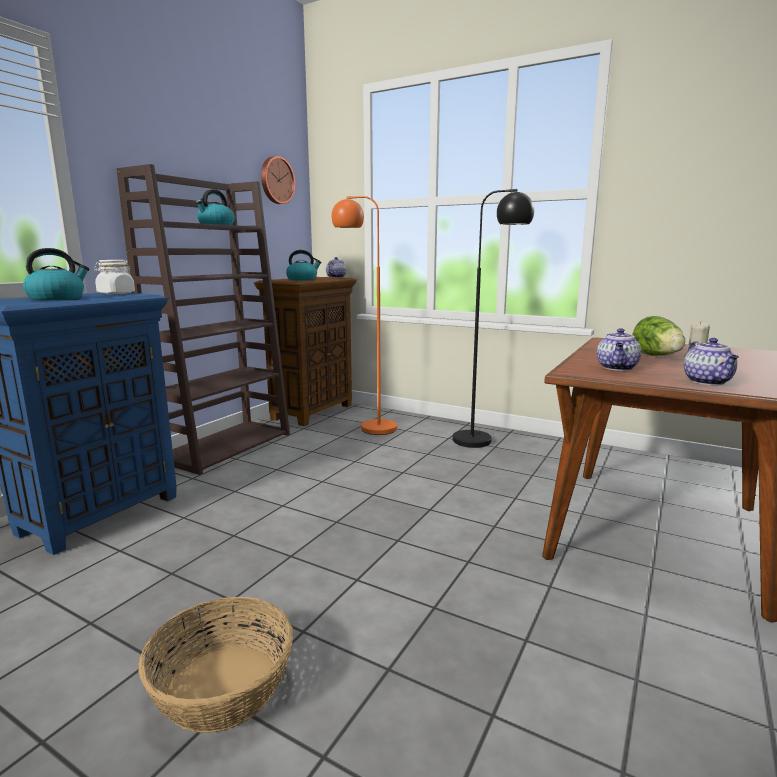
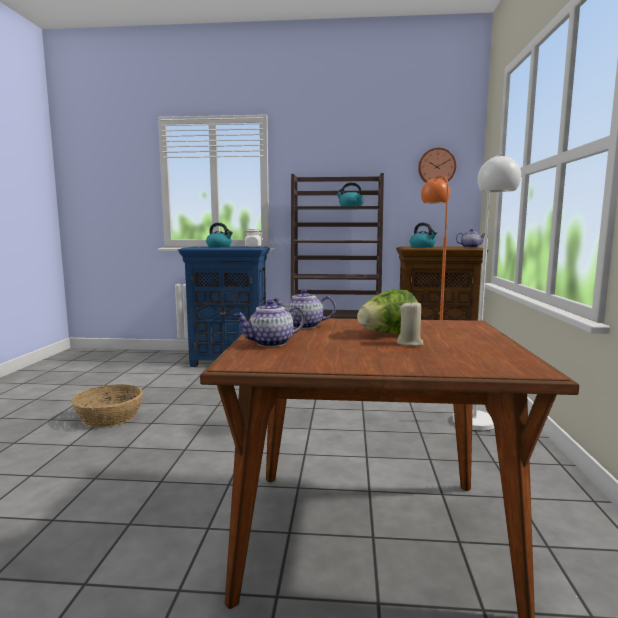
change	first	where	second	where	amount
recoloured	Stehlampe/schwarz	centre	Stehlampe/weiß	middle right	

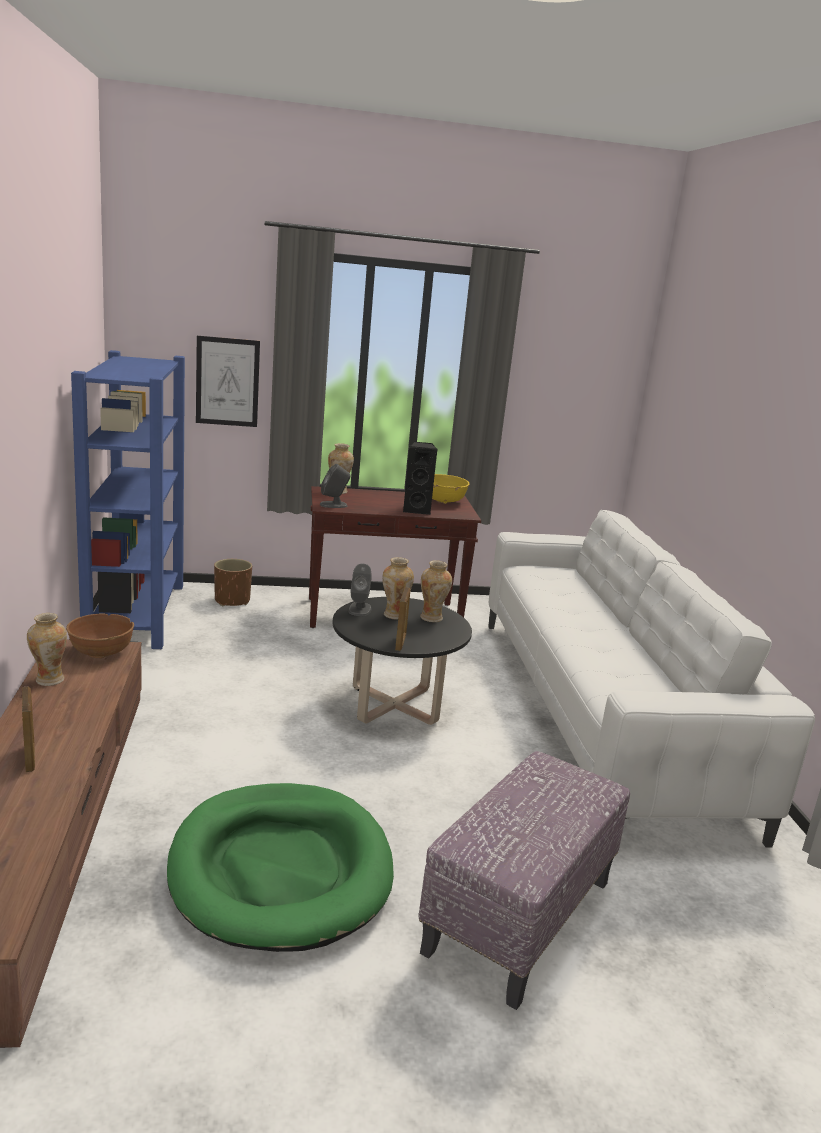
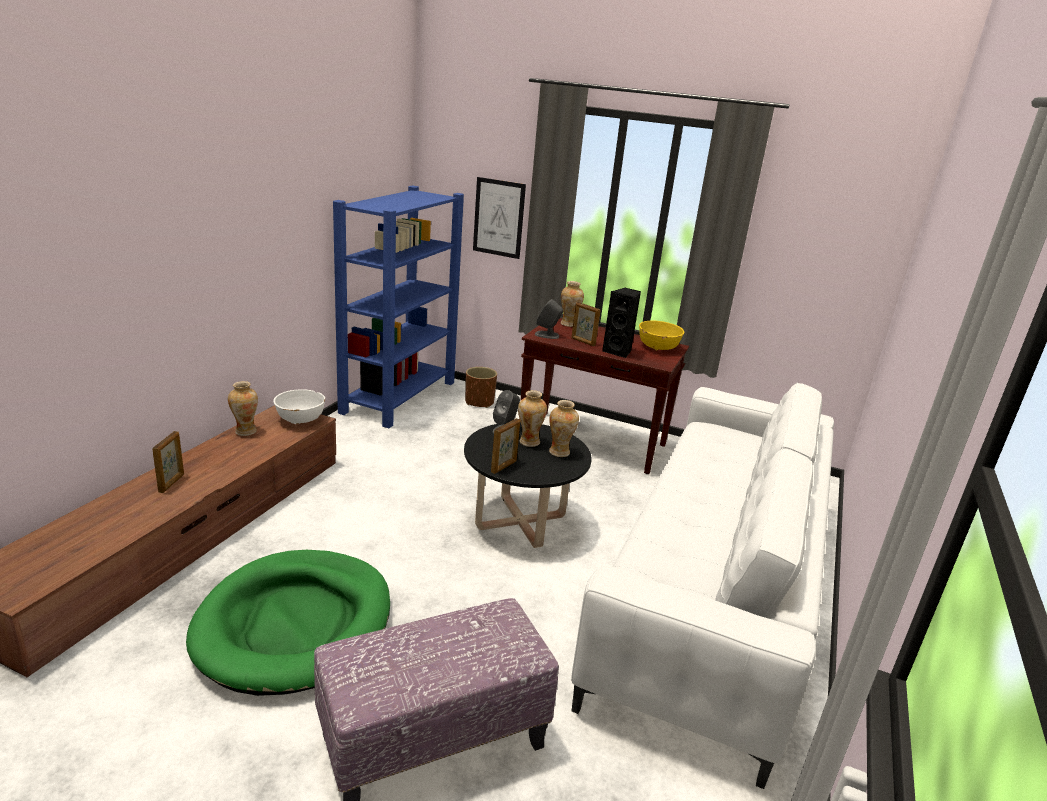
change	first	where	second	where	amount
recoloured	Schüssel/braun	middle left	Schüssel/weiß	middle left	
added			Bilderrahmen (3rd from left)	centre	

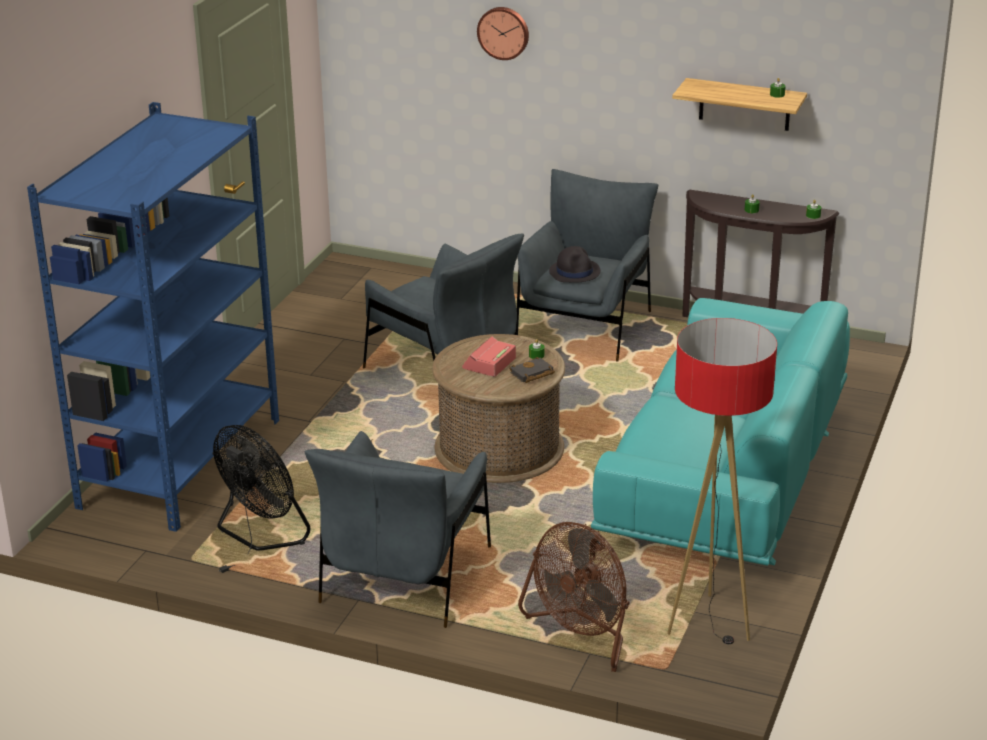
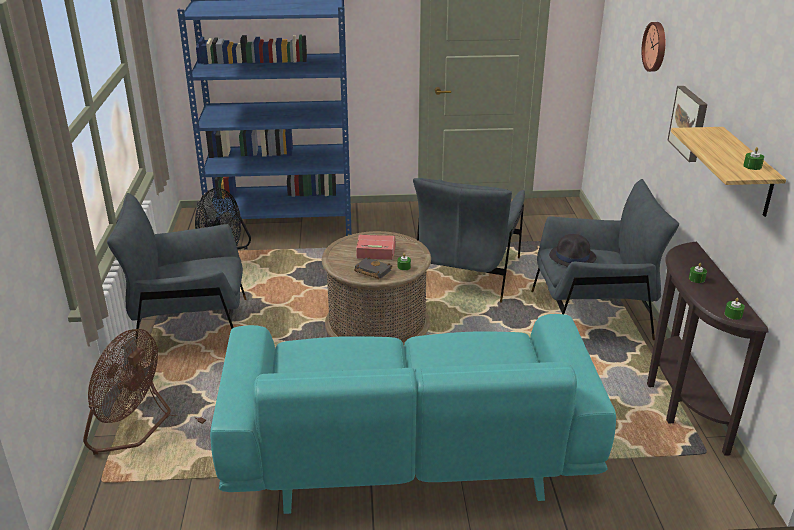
change	first	where	second	where	amount
added			Bild	top right	
removed	Stehlampe	middle right			

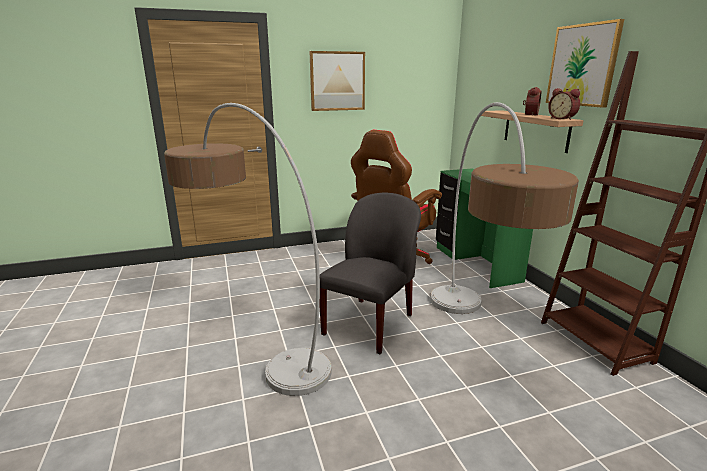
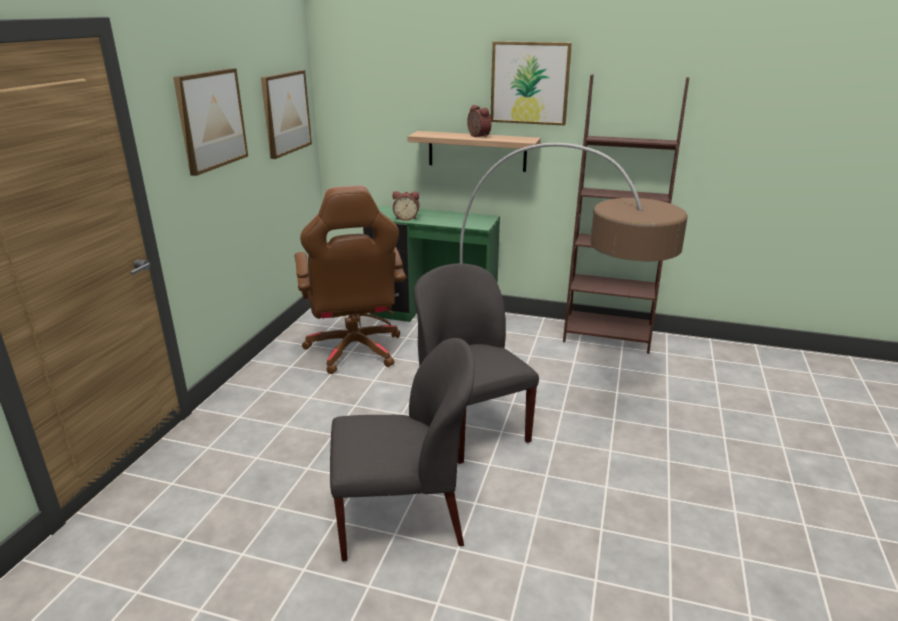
change	first	where	second	where	amount
added			Bild (2nd from left)	top left	
replaced	Stehlampe (1st from left)	centre	Stuhl/grau (1st from left)	bottom centre	
moved	Wecker (2nd from left in the first image)	top right	Wecker (1st from left)	top centre	

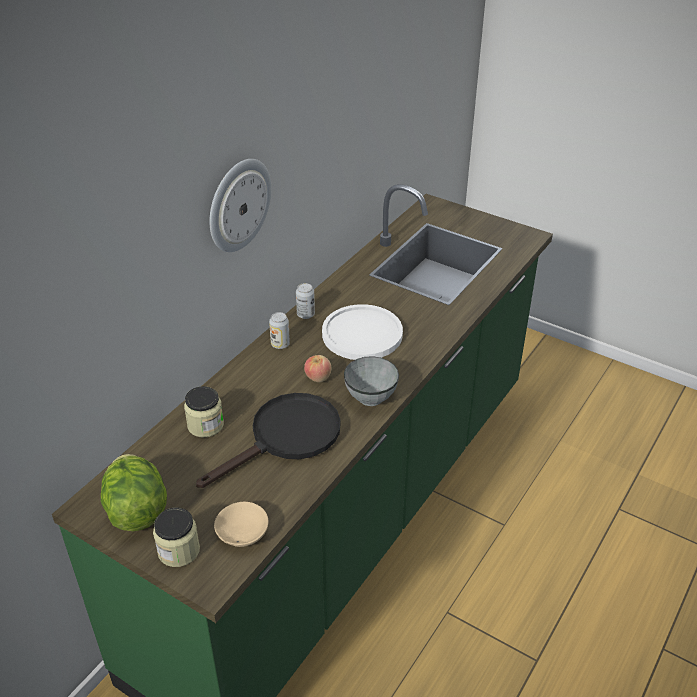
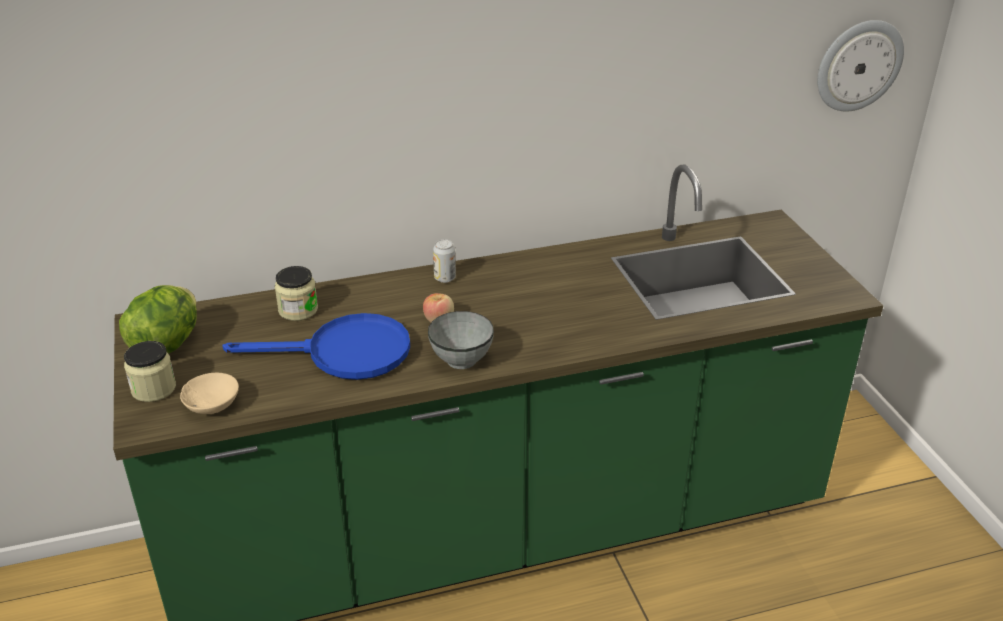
change	first	where	second	where	amount
recoloured	Pfanne/schwarz	centre	Pfanne/blau	middle left	
moved	Wanduhr	top centre		top right	
removed	Dose (2nd from left)	centre			
removed	Teller/weiß	centre			

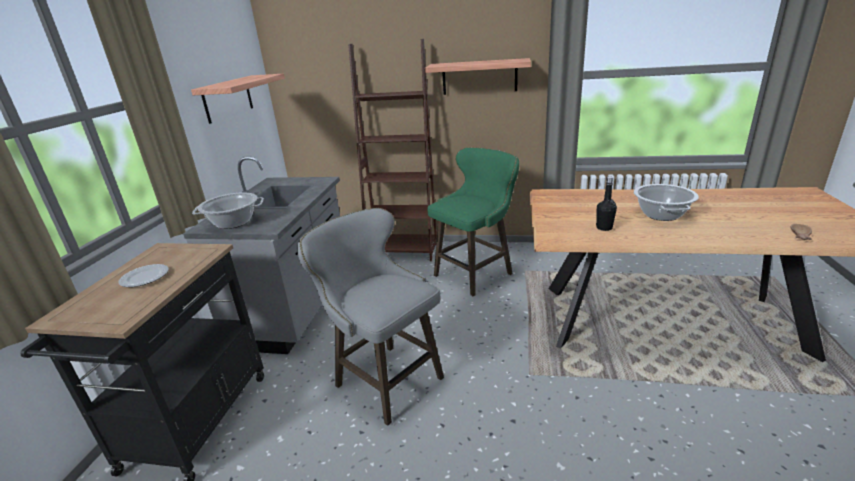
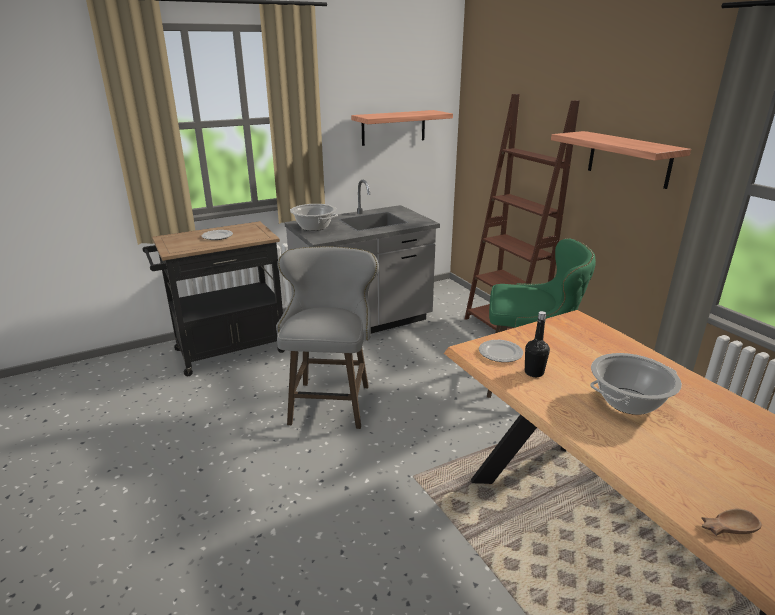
change	first	where	second	where	amount
added			Teller (2nd from left)	centre	

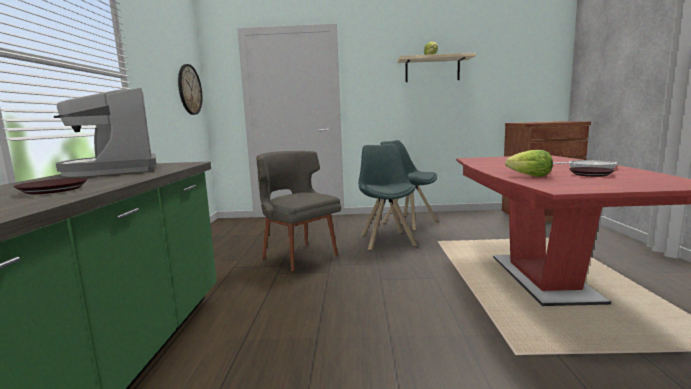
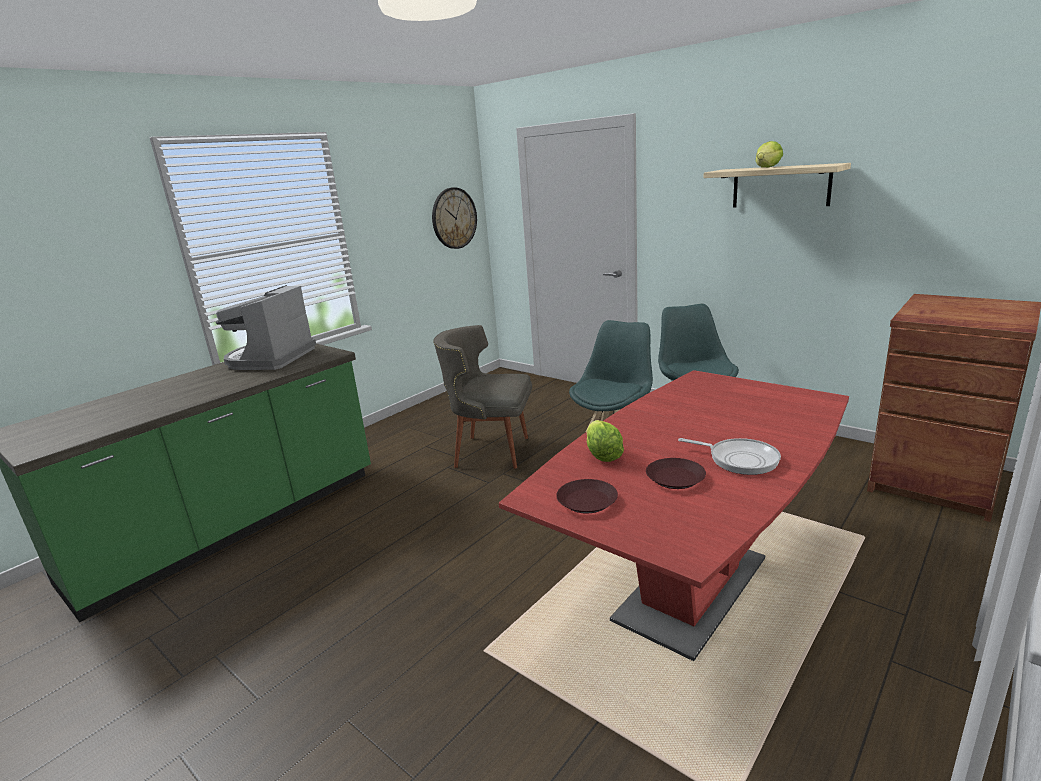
change	first	where	second	where	amount
turned	Stuhl/grau	centre		centre	75 degrees counterclockwise
moved	Teller/braun (1st from left)	middle left		centre	

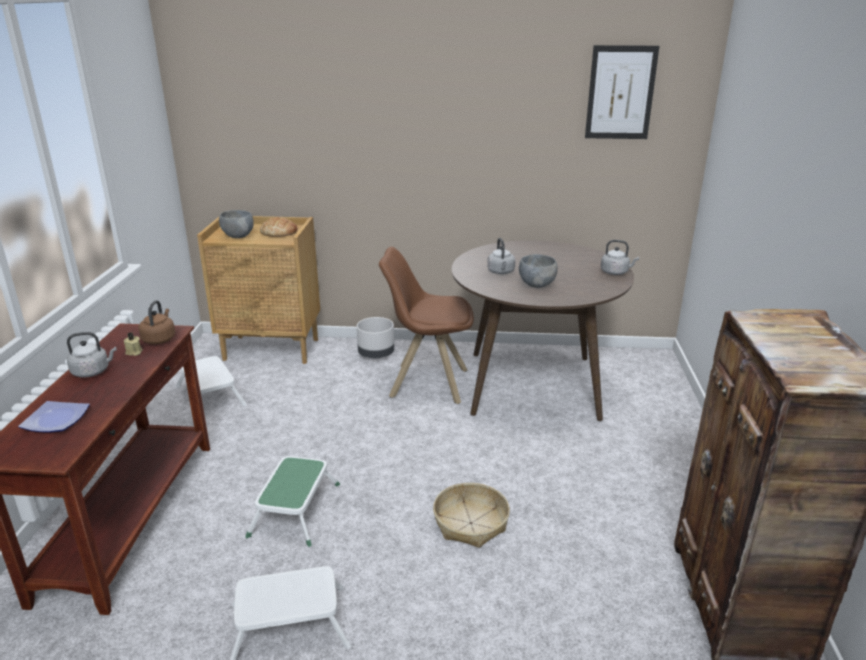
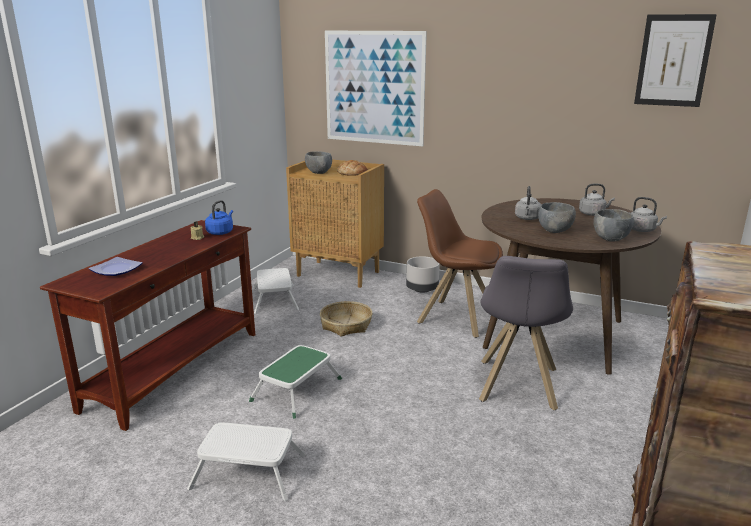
change	first	where	second	where	amount
recoloured	Wasserkessel/braun	middle left	Wasserkessel/blau	middle left	
moved	Korb	bottom centre		centre	
added			Bild (1st from left)	top centre	
added			Stuhl/grau	middle right	
moved	Wasserkessel/grau (1st from left in the first image)	middle left	Wasserkessel/grau (2nd from left)	middle right	
added			Schüssel/grau (3rd from left)	middle right	

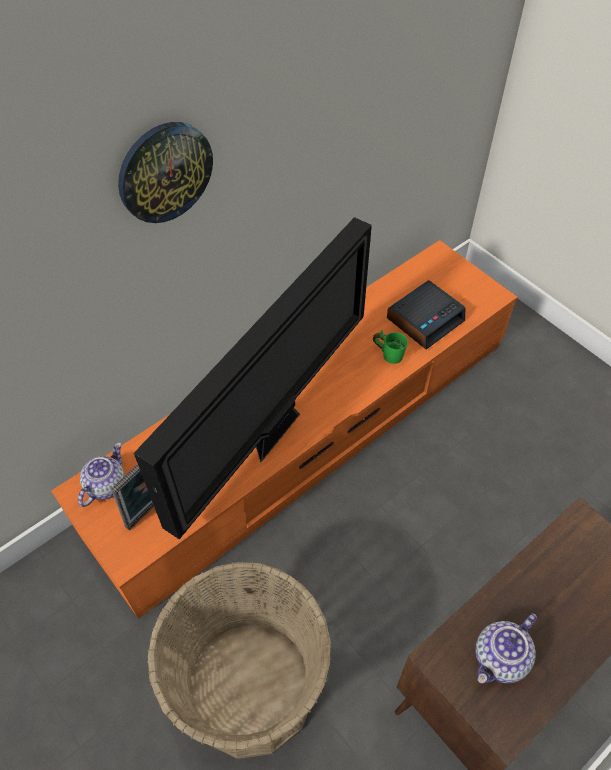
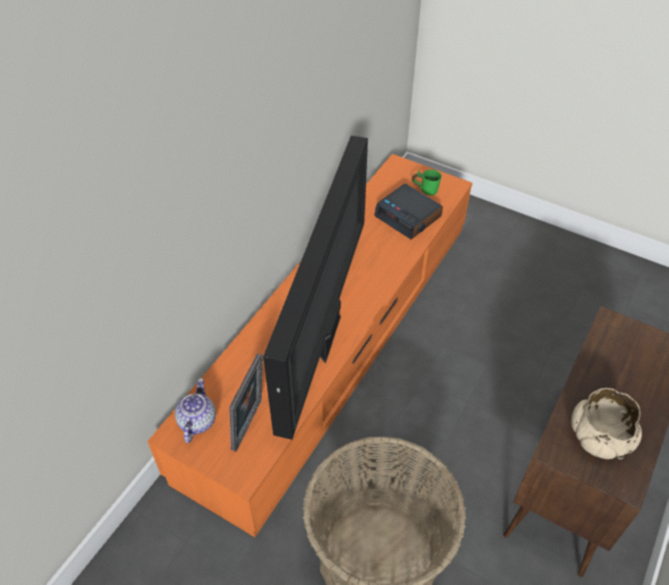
change	first	where	second	where	amount
turned	Wecker	middle right		centre	105 degrees clockwise
moved	Henkelbecher/grün	centre		top centre	
replaced	Teekanne (2nd from left)	bottom right	Schüssel/beige	bottom right	
removed	Wanduhr	top left			

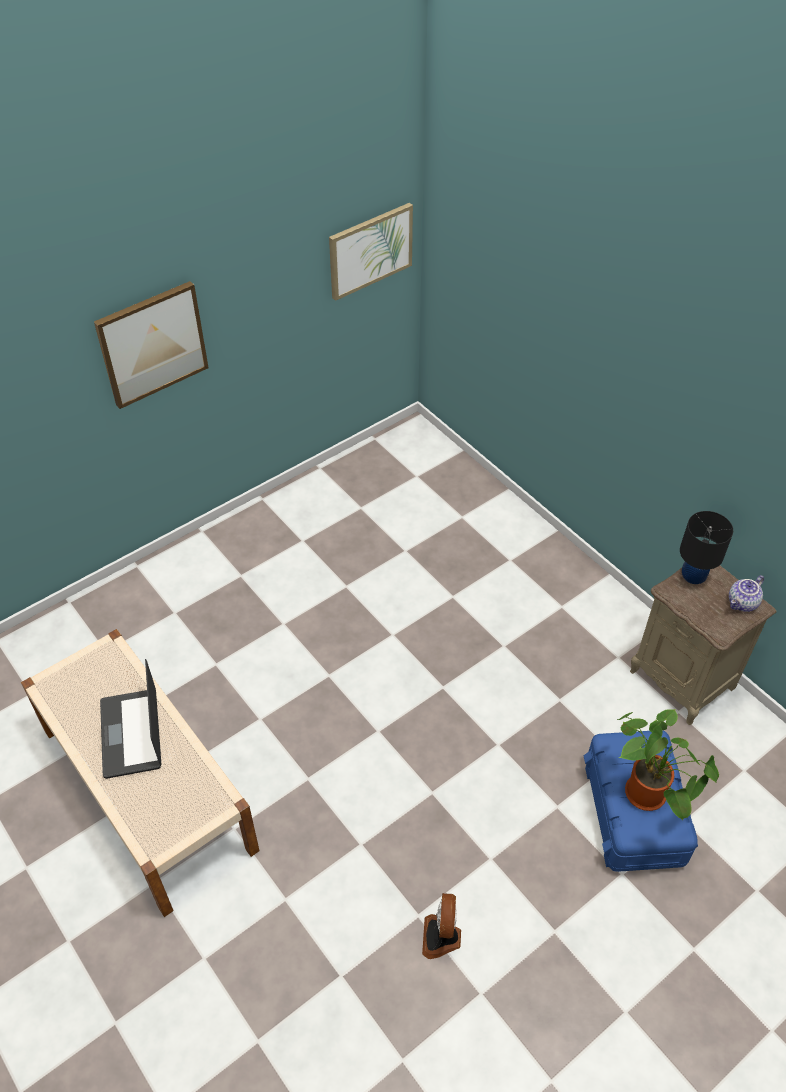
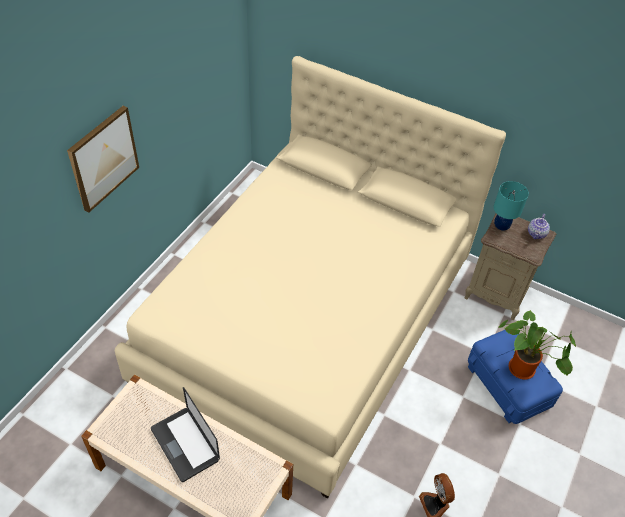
change	first	where	second	where	amount
added			Bett/beige	centre	
recoloured	Tischlampe/schwarz	middle right	Tischlampe/türkis	middle right	
removed	Bild (2nd from left)	top centre			

